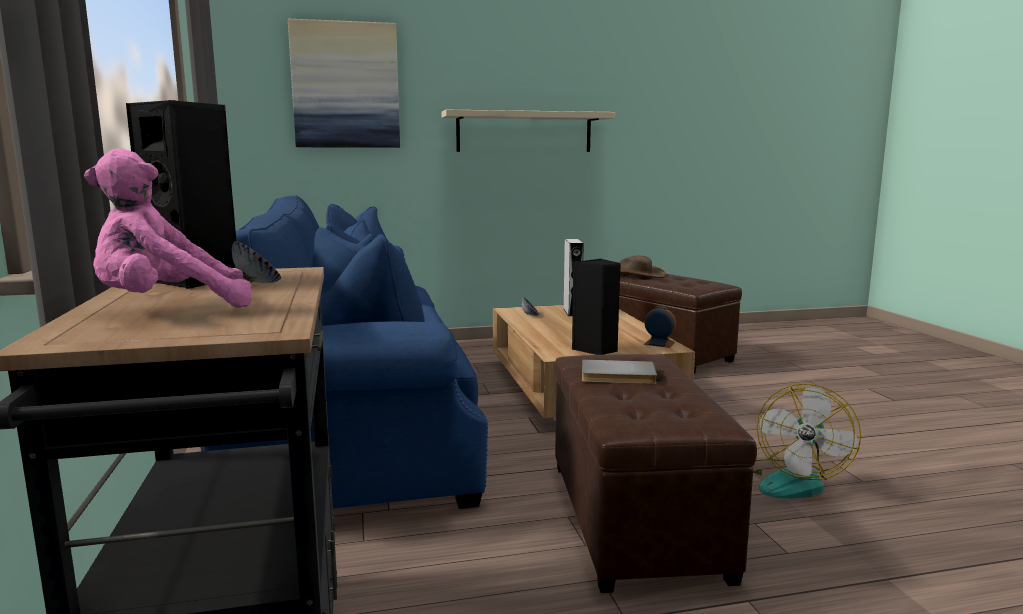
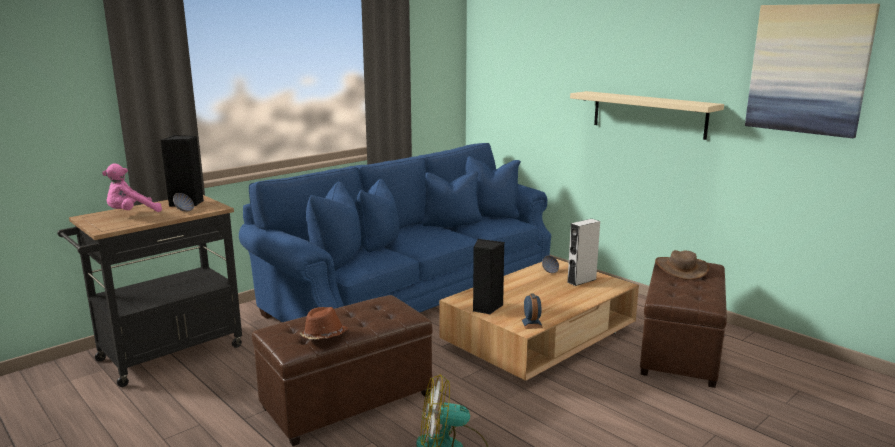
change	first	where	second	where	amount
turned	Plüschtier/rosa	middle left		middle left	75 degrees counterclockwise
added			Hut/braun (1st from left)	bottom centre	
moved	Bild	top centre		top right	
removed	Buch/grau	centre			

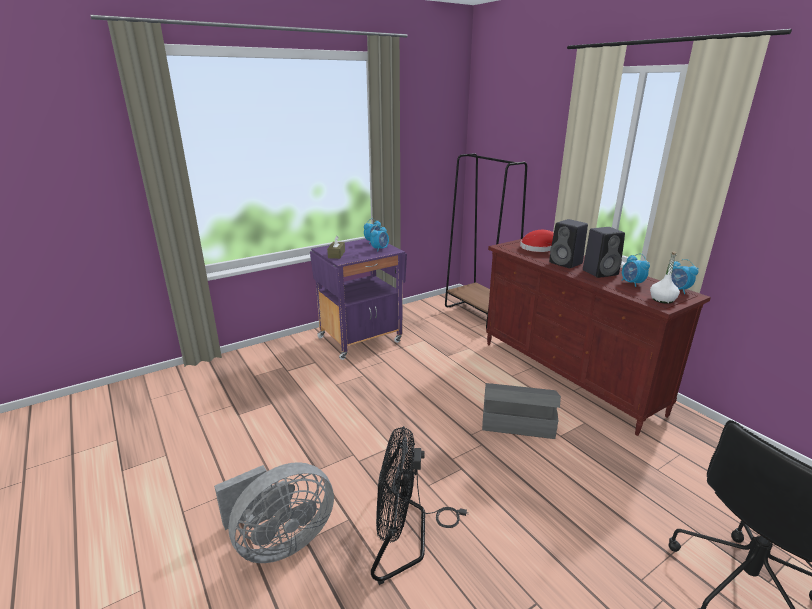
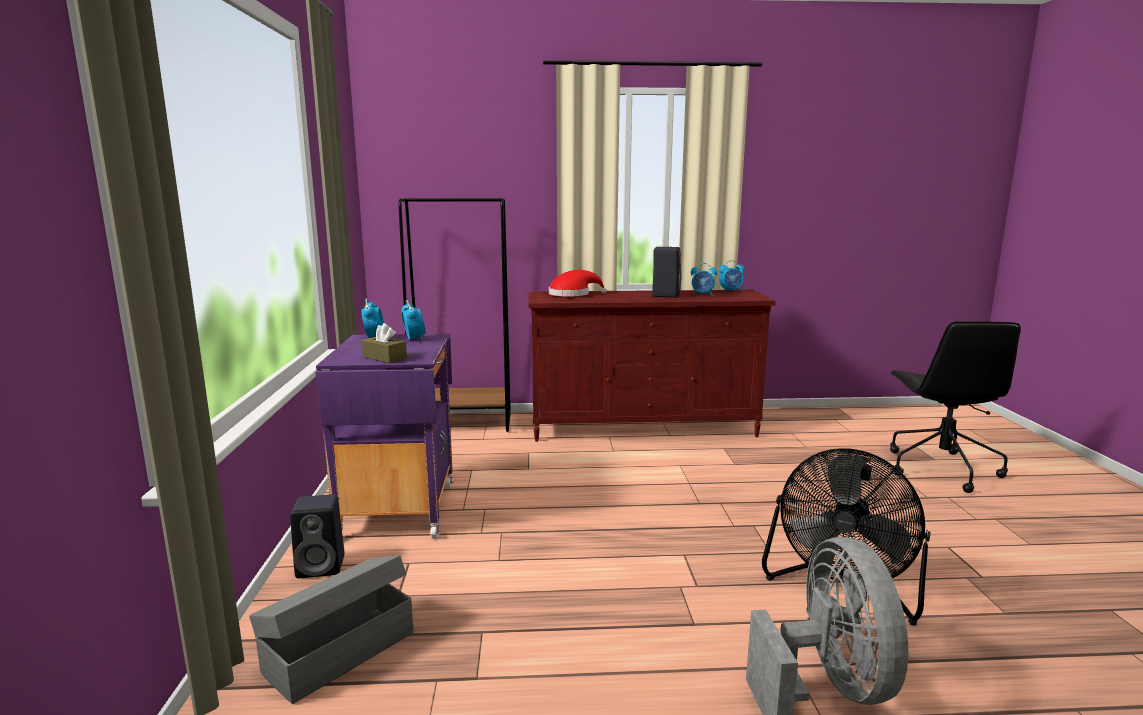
change	first	where	second	where	amount
moved	Aufbewahrungsbox/grau	bottom centre		bottom left	
moved	Lautsprecher/schwarz (1st from left)	middle right		bottom left	
removed	Flasche/weiß	middle right			

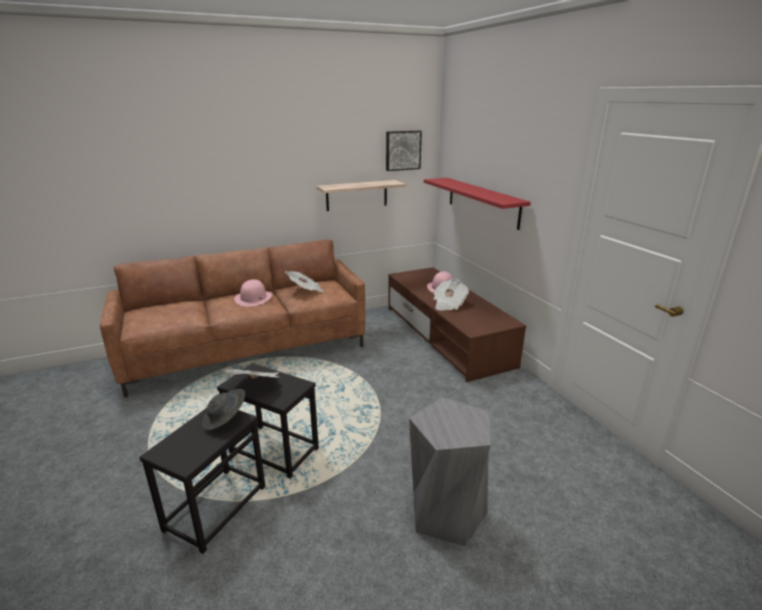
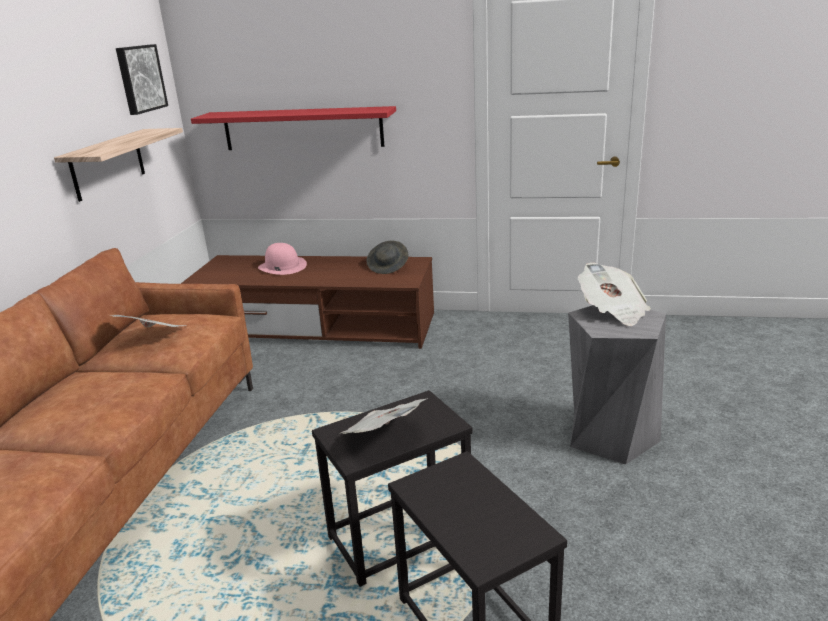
change	first	where	second	where	amount
moved	Hut/grau	bottom left		centre	
moved	Zeitung (3rd from left)	centre		middle right	
removed	Hut/rosa (1st from left)	middle left			

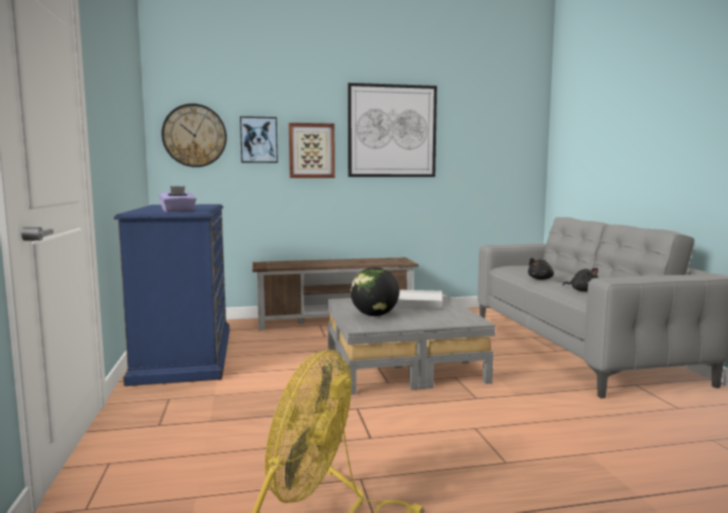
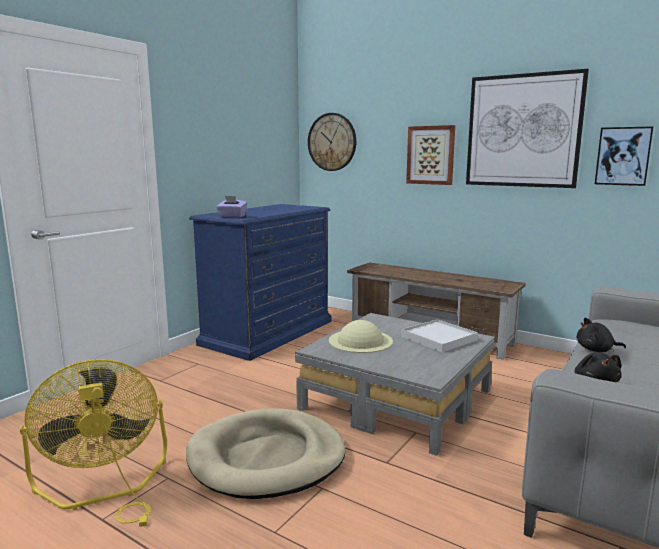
change	first	where	second	where	amount
added			Hundebett/beige	bottom centre	
replaced	Globus	centre	Hut/beige	centre	
moved	Bild (1st from left in the first image)	top centre	Bild (3rd from left)	top right	

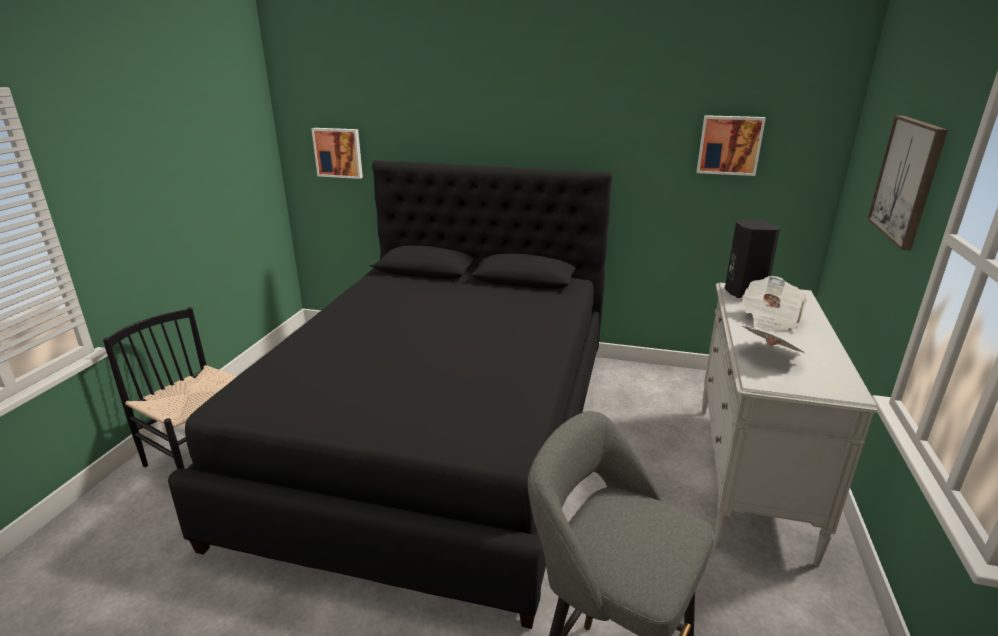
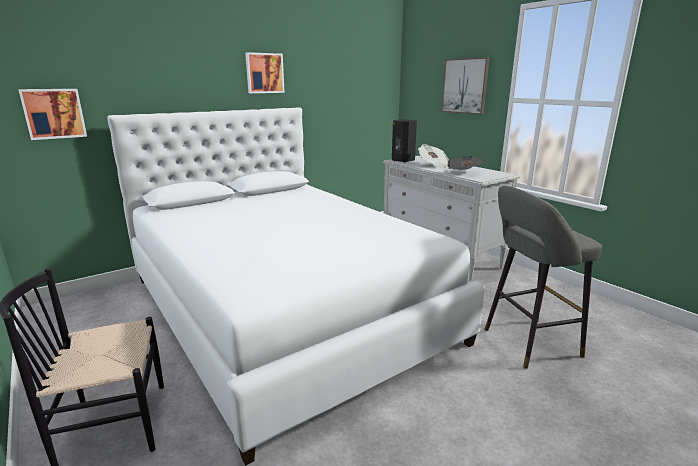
change	first	where	second	where	amount
recoloured	Bett/schwarz	centre	Bett/weiß	centre	
moved	Bild (2nd from left)	top right		top centre	

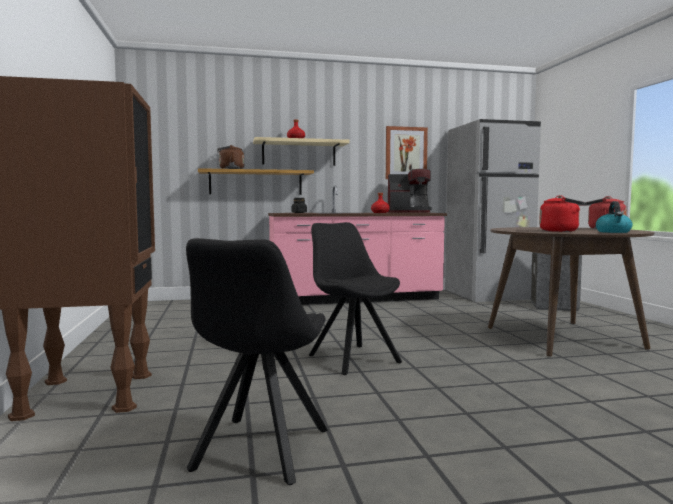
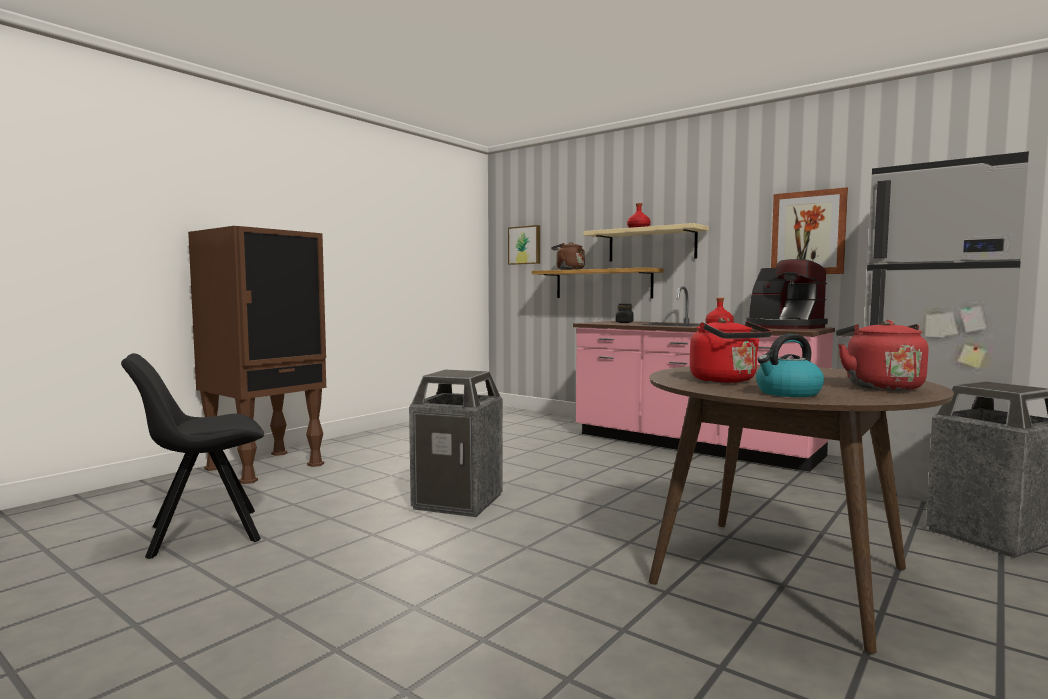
change	first	where	second	where	amount
replaced	Stuhl/schwarz (2nd from left)	centre	Mülleimer (1st from left)	centre	
added			Bild (1st from left)	centre	

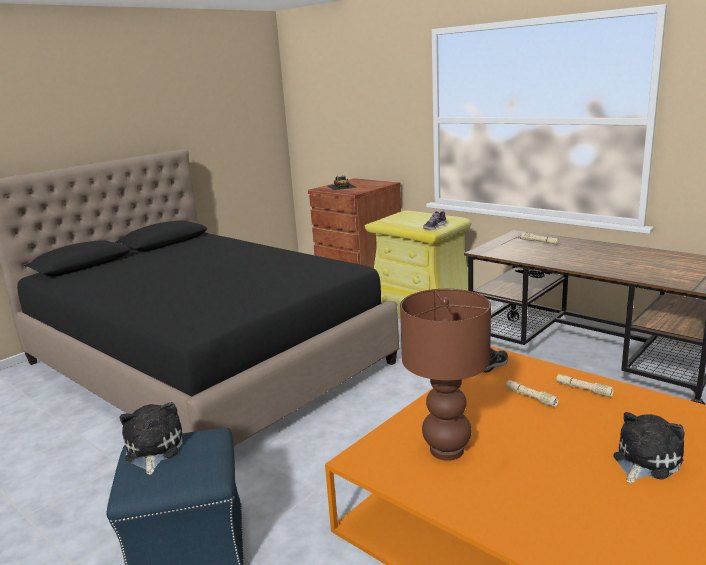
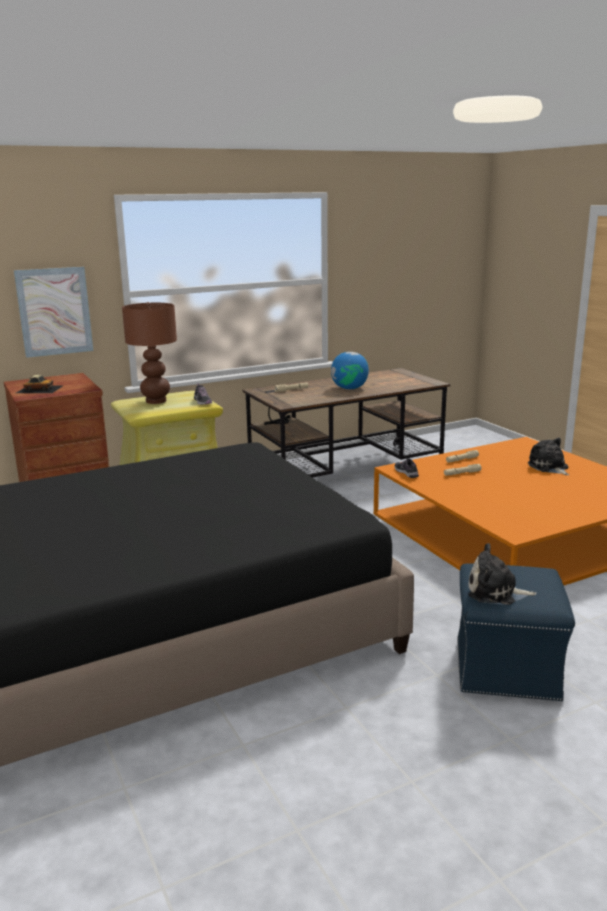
change	first	where	second	where	amount
added			Bild	middle left	
moved	Tischlampe/braun	centre		middle left	
added			Globus	centre	

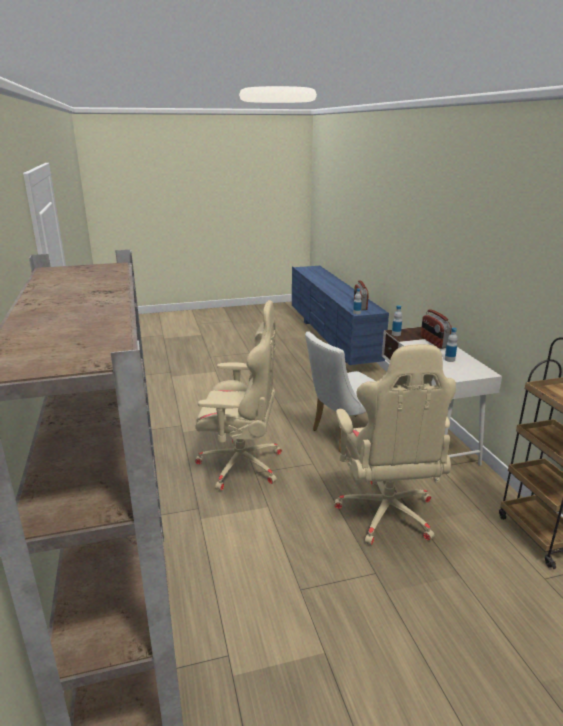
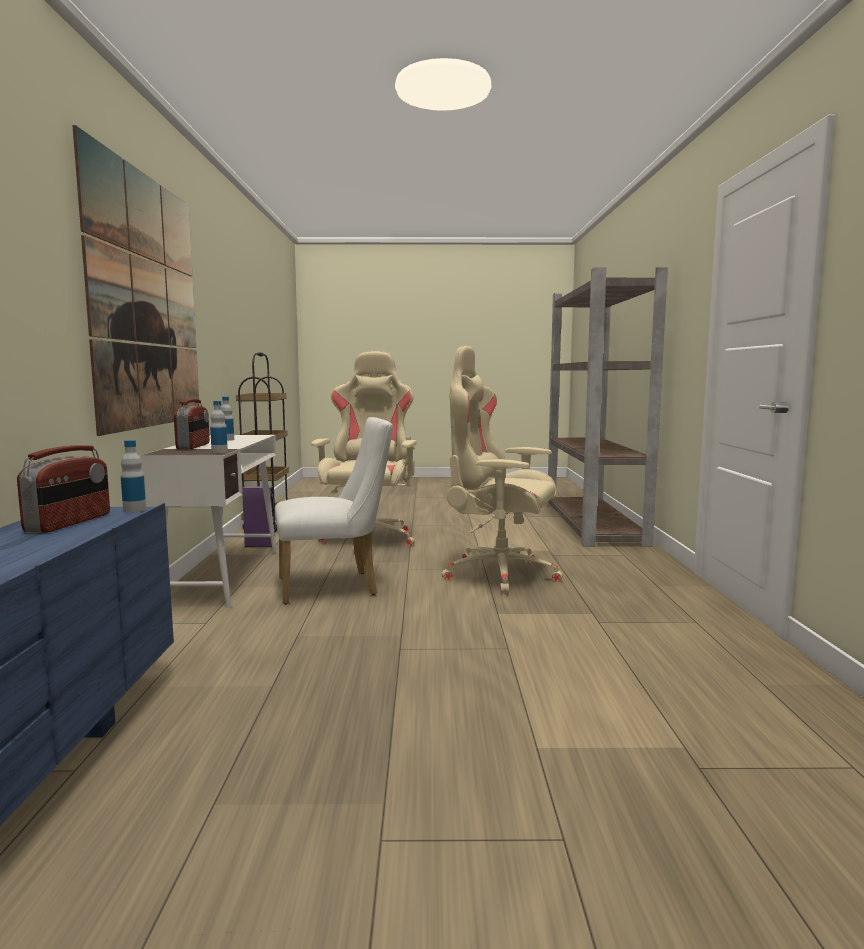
change	first	where	second	where	amount
added			Bild	top left	
added			Lautsprecher/lila	middle left	

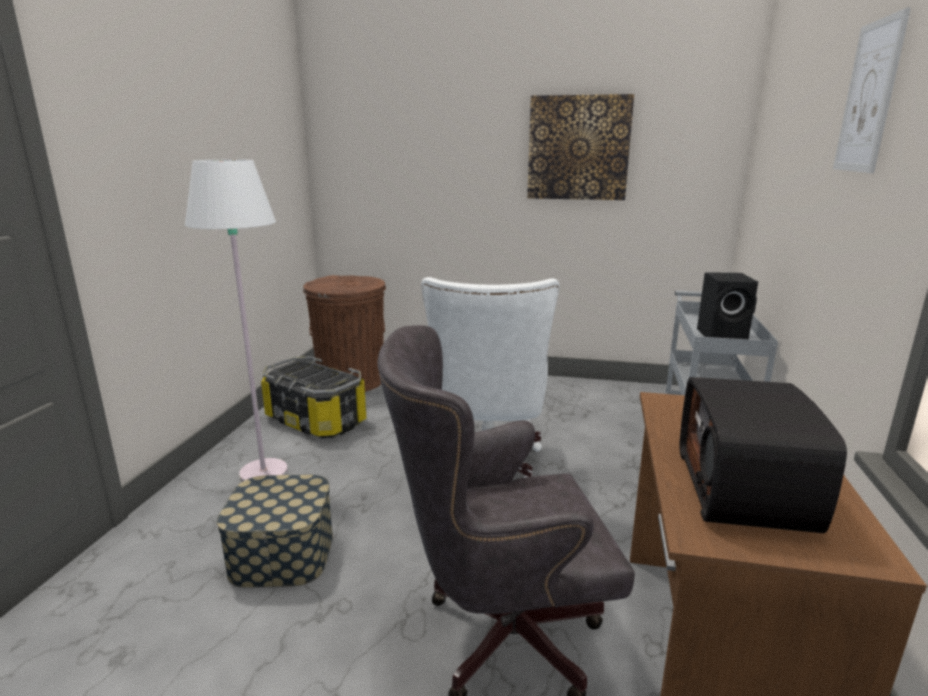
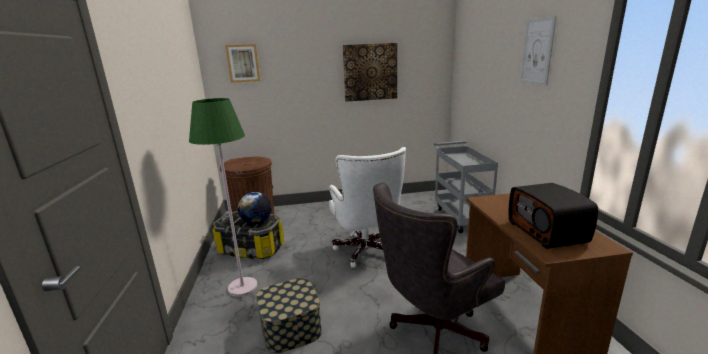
change	first	where	second	where	amount
recoloured	Stehlampe/weiß	middle left	Stehlampe/grün	middle left	
added			Bild (1st from left)	top centre	
added			Globus	centre	
removed	Lautsprecher/schwarz	middle right			

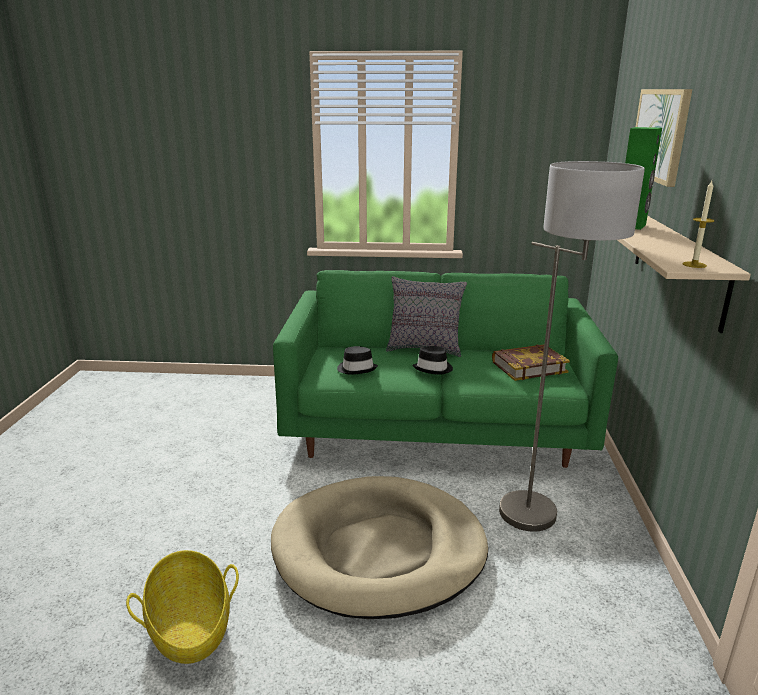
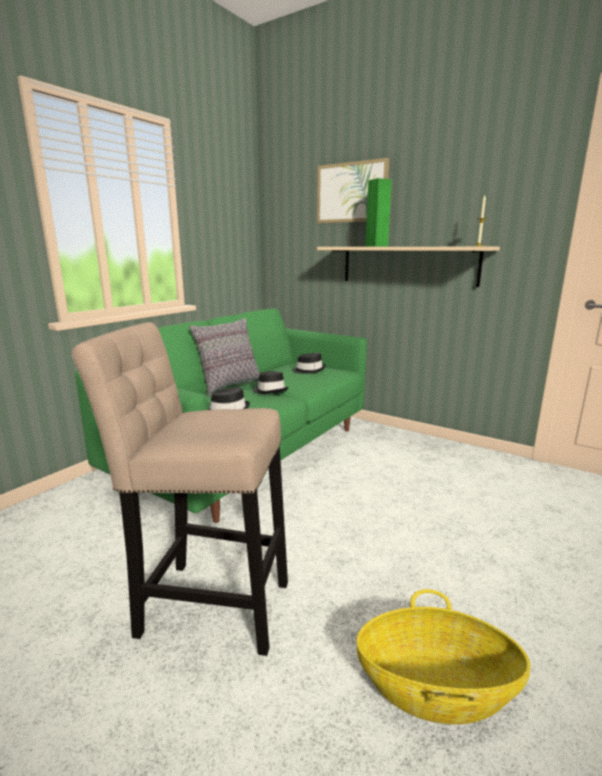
change	first	where	second	where	amount
added			Hocker/beige	middle left	
replaced	Buch	middle right	Hut/schwarz (3rd from left)	centre	
removed	Hundebett/beige	bottom centre			
removed	Stehlampe/grau	middle right			

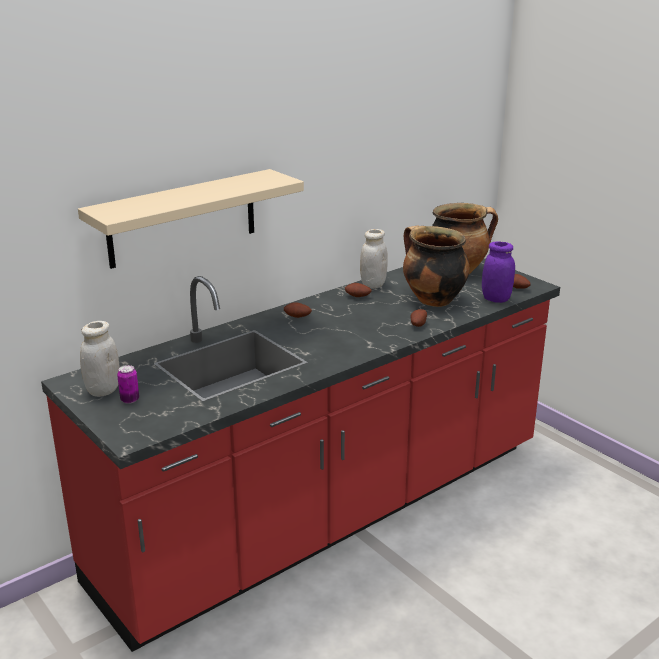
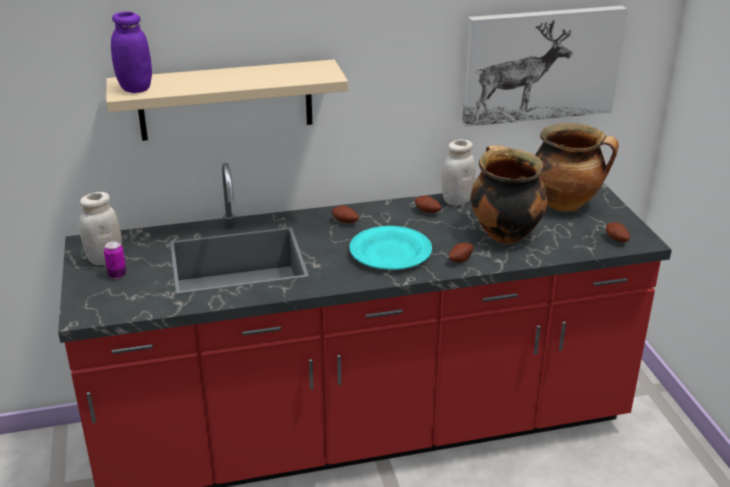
change	first	where	second	where	amount
moved	Vorratsglas/lila	middle right		top left	
added			Teller/türkis	centre	
added			Bild	top right	

